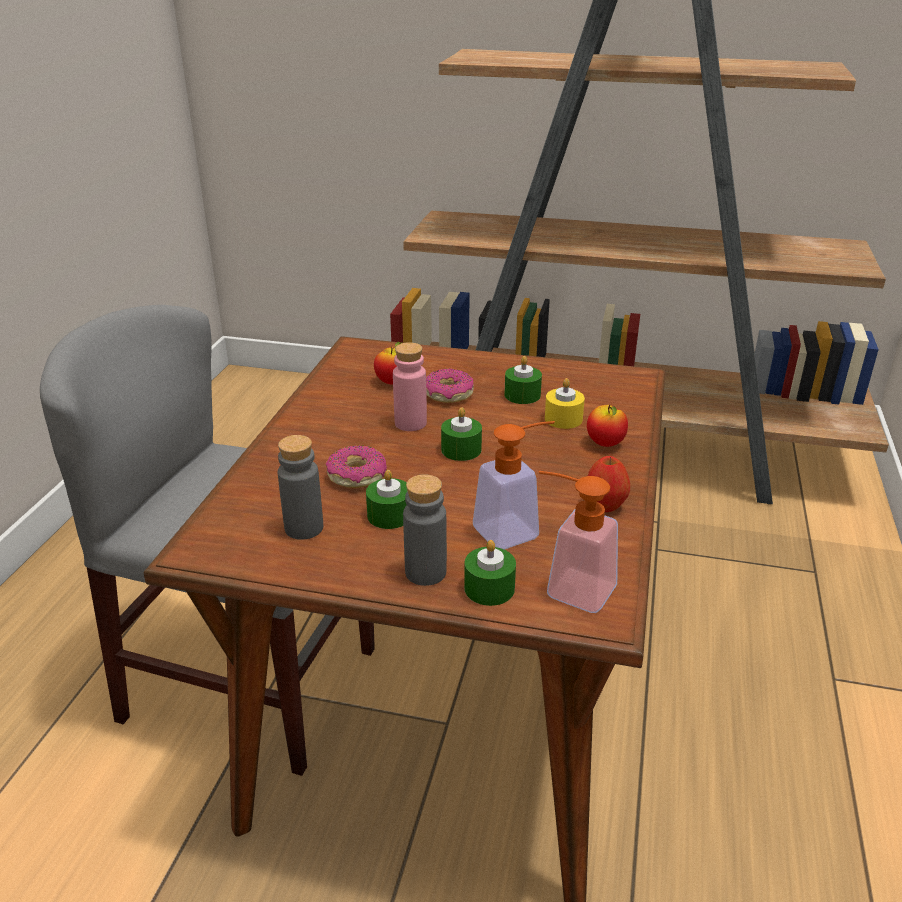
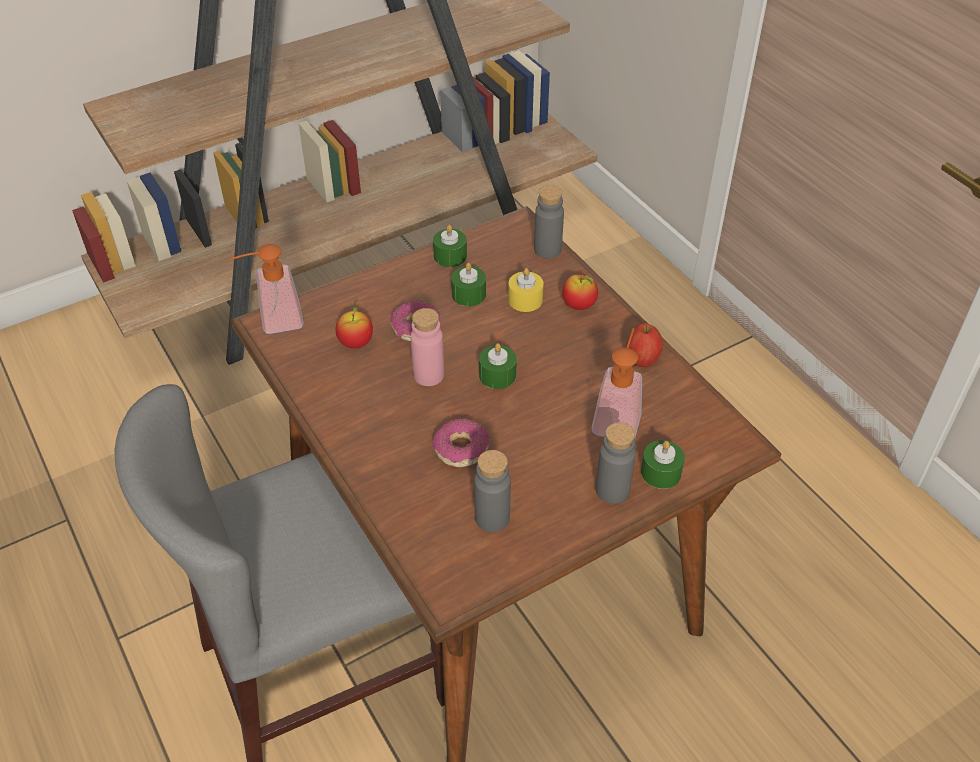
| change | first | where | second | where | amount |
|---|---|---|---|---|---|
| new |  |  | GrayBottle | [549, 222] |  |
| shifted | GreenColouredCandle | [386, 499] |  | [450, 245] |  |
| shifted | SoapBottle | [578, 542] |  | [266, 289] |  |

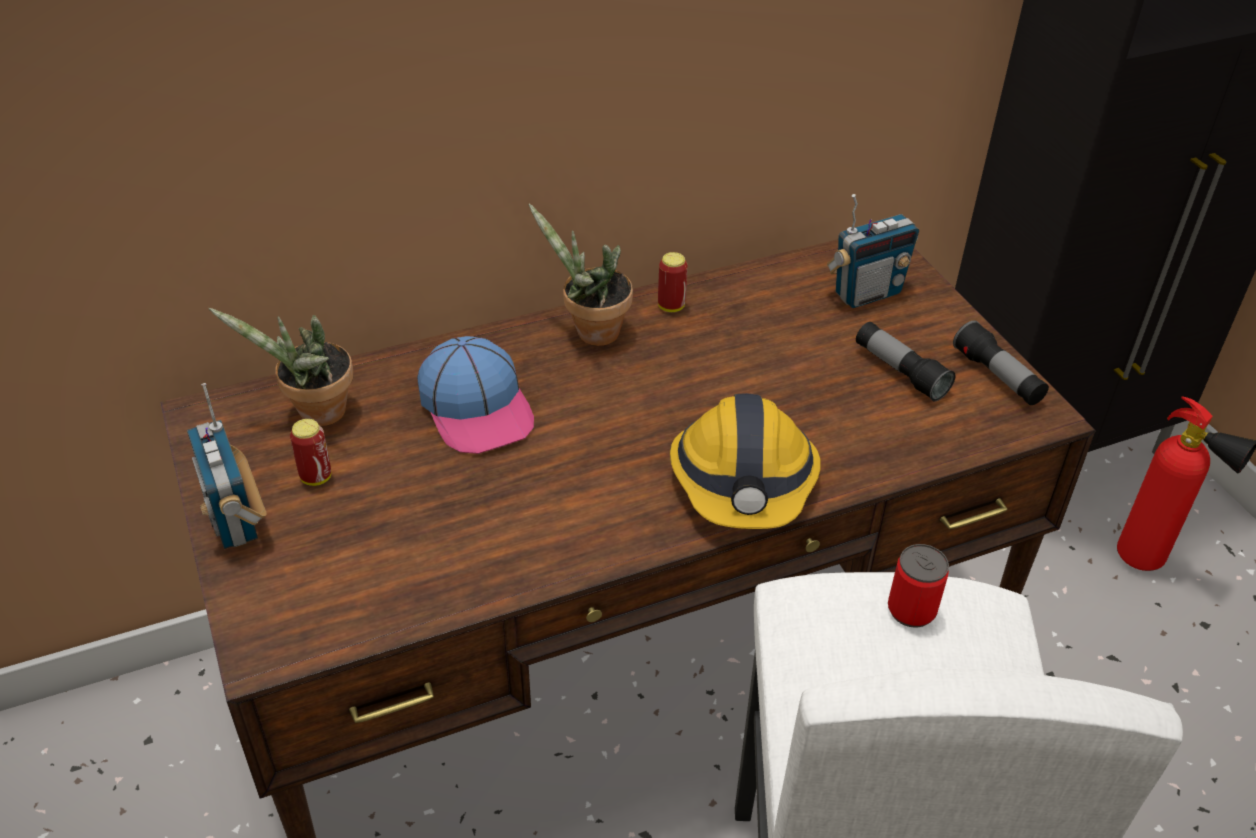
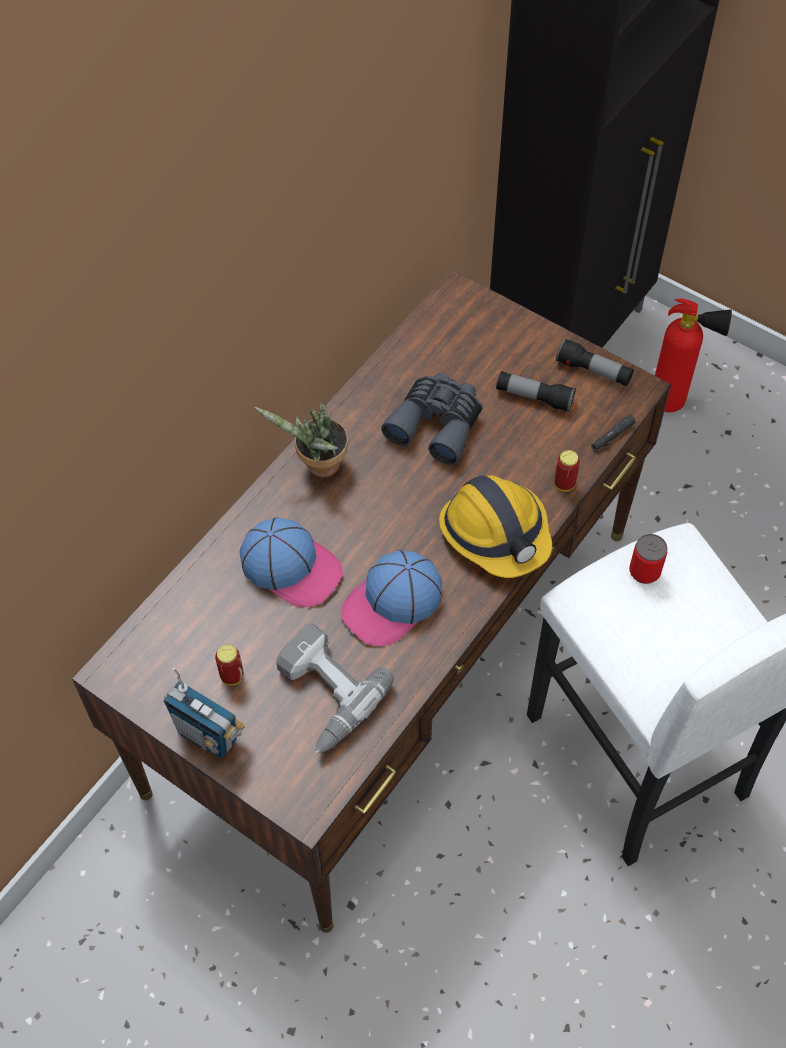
| change | first | where | second | where | amount |
|---|---|---|---|---|---|
| gone | PlantInAPot | [281, 367] |  |  |  |
| gone | RadioReceiver | [873, 251] |  |  |  |
| new |  |  | Drill | [335, 689] |  |
| new |  |  | Cap | [391, 598] |  |
| new |  |  | GrayFieldGlasses | [432, 419] |  |
| new |  |  | BlackHandTorch | [613, 433] |  |
| shifted | Can | [673, 282] |  | [567, 471] |  |

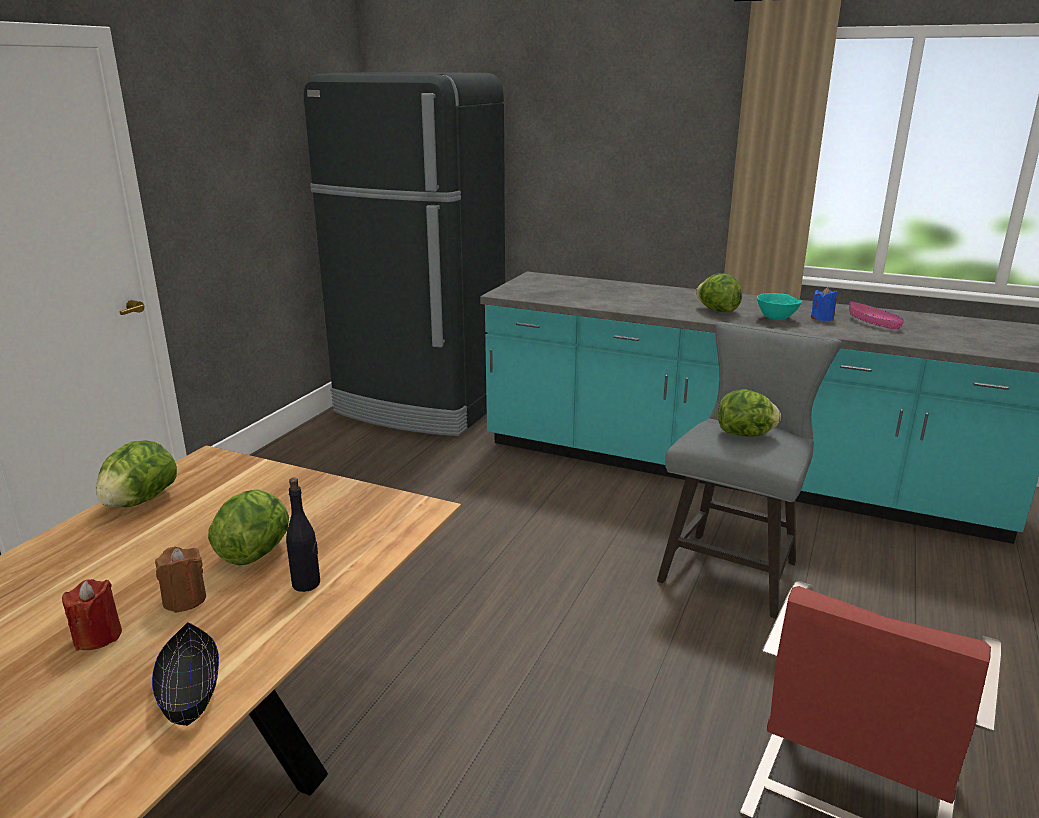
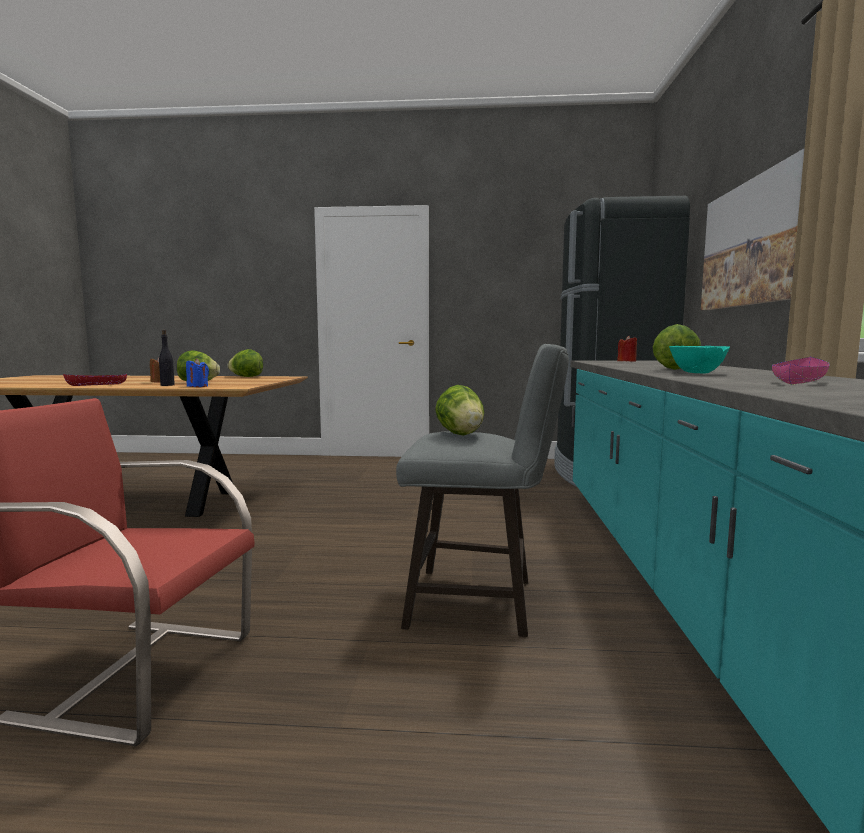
| change | first | where | second | where | amount |
|---|---|---|---|---|---|
| new |  |  | WallArt | [752, 229] |  |
| shifted | RedColouredCandle | [92, 614] |  | [627, 348] |  |
| shifted | BlueCandle | [824, 304] |  | [197, 372] |  |
| repainted | BlackServingBowl | [185, 674] | RedColouredServingBowl | [95, 380] |  |

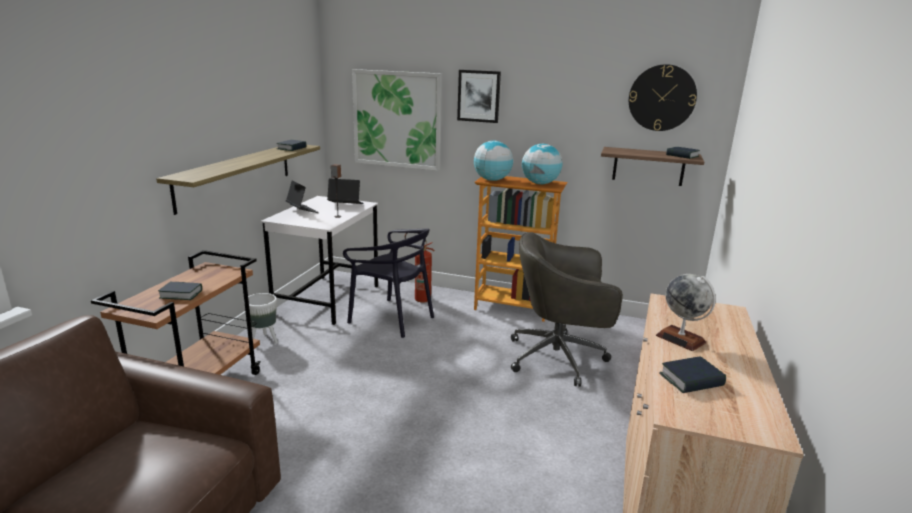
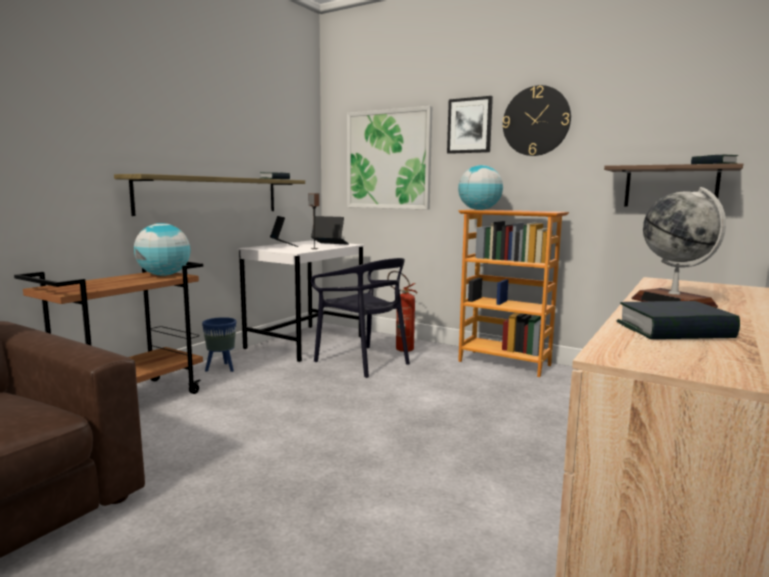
| change | first | where | second | where | amount |
|---|---|---|---|---|---|
| gone | Book | [180, 291] |  |  |  |
| gone | GrayOfficeChair | [567, 309] |  |  |  |
| shifted | DeskGlobe | [542, 164] |  | [162, 249] |  |
| shifted | WallClock | [663, 97] |  | [537, 120] |  |
| repainted | WhitishPlanter | [261, 318] | BluePlanter | [219, 344] |  |

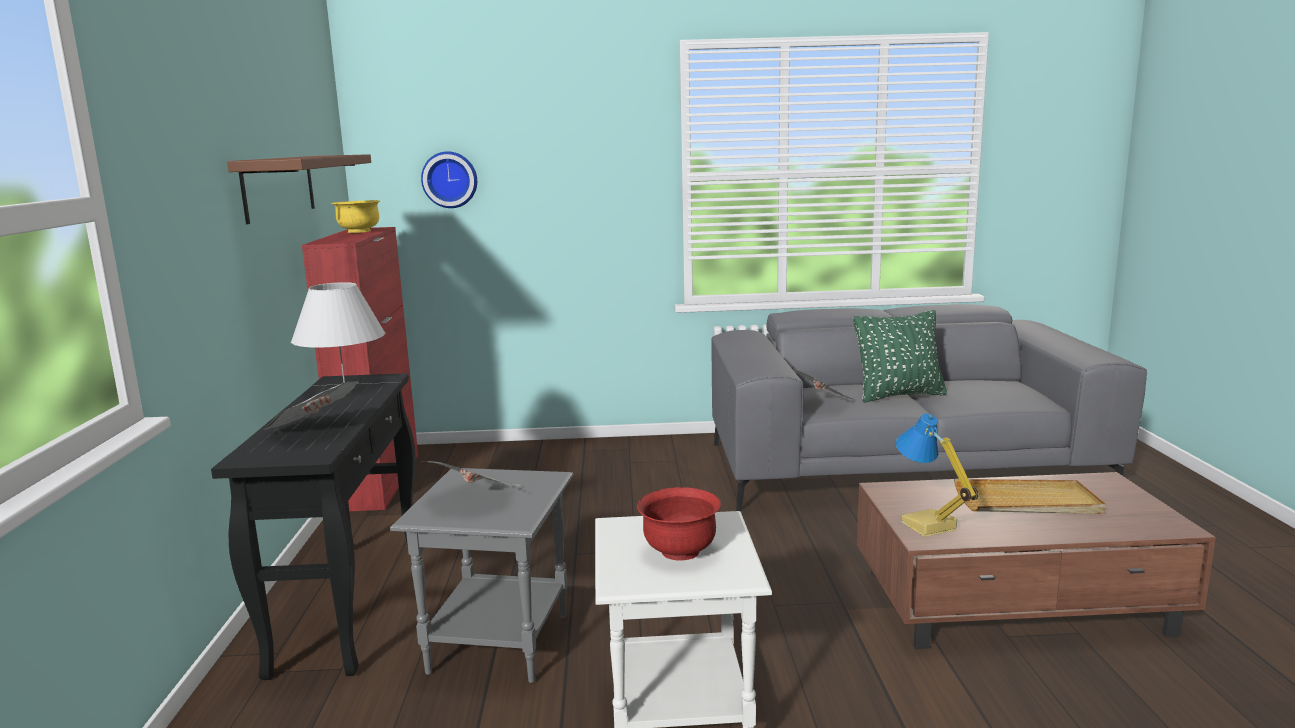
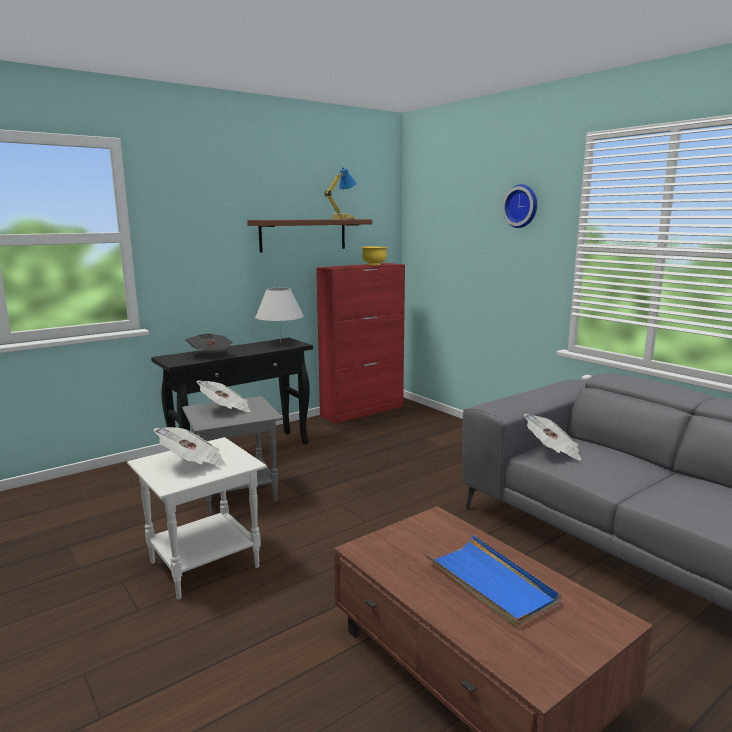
| change | first | where | second | where | amount |
|---|---|---|---|---|---|
| gone | GreenColouredPillow | [900, 356] |  |  |  |
| shifted | WallClock | [449, 179] |  | [519, 206] |  |
| shifted | TabletopLamp | [937, 475] |  | [340, 193] |  |
| swapped | RedColouredServingBowl | [679, 524] | DailyPaper | [190, 446] |  |
| repainted | BeigeTray | [1030, 496] | BlueTray | [493, 581] |  |

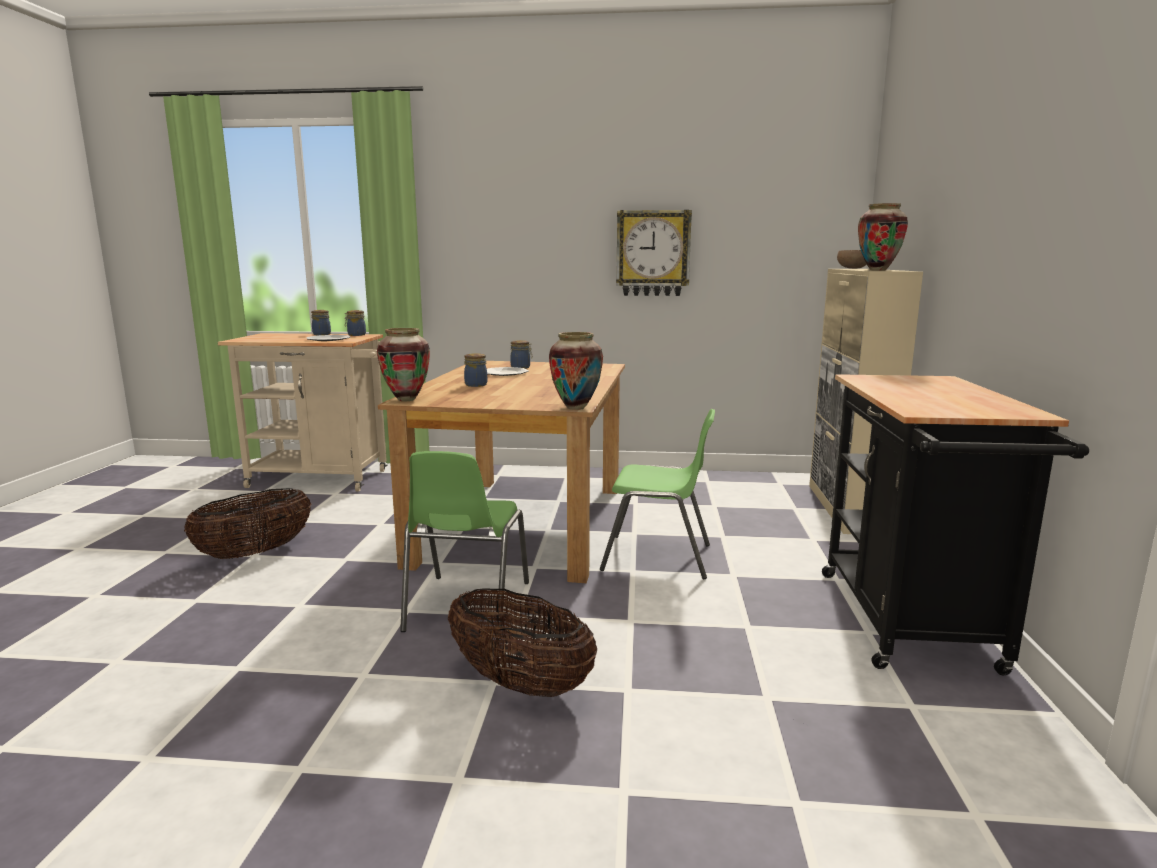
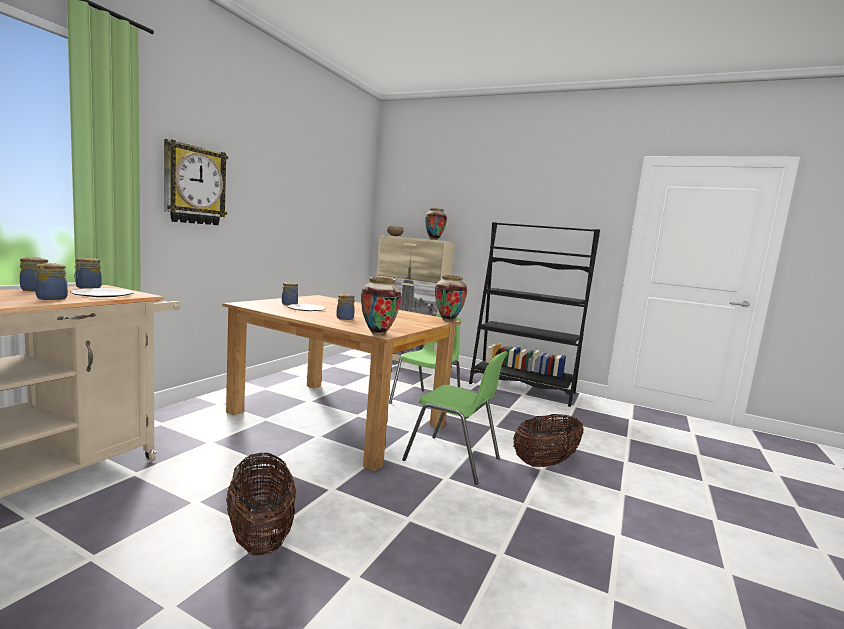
| change | first | where | second | where | amount |
|---|---|---|---|---|---|
| new |  |  | Jar | [51, 281] |  |
| shifted | WallClock | [654, 253] |  | [196, 182] |  |
| swapped | BlackCart | [955, 524] | BlackBookcase | [534, 314] |  |

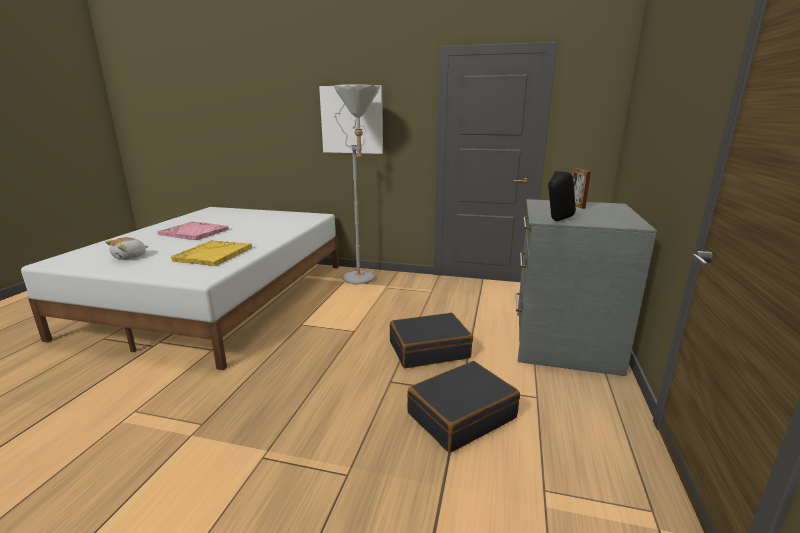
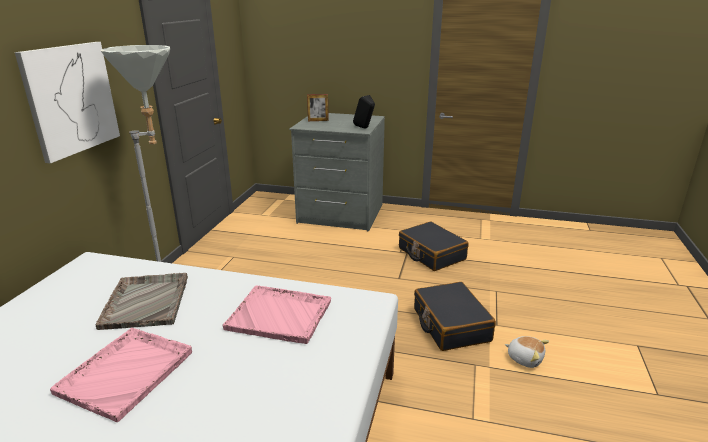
| change | first | where | second | where | amount |
|---|---|---|---|---|---|
| new |  |  | GrayTray | [141, 301] |  |
| shifted | SoftToy | [126, 248] |  | [527, 352] |  |
| shifted | BlackSuitcase | [431, 340] |  | [455, 316] |  |
| repainted | YellowTray | [211, 253] | PinkishTray | [276, 314] |  |

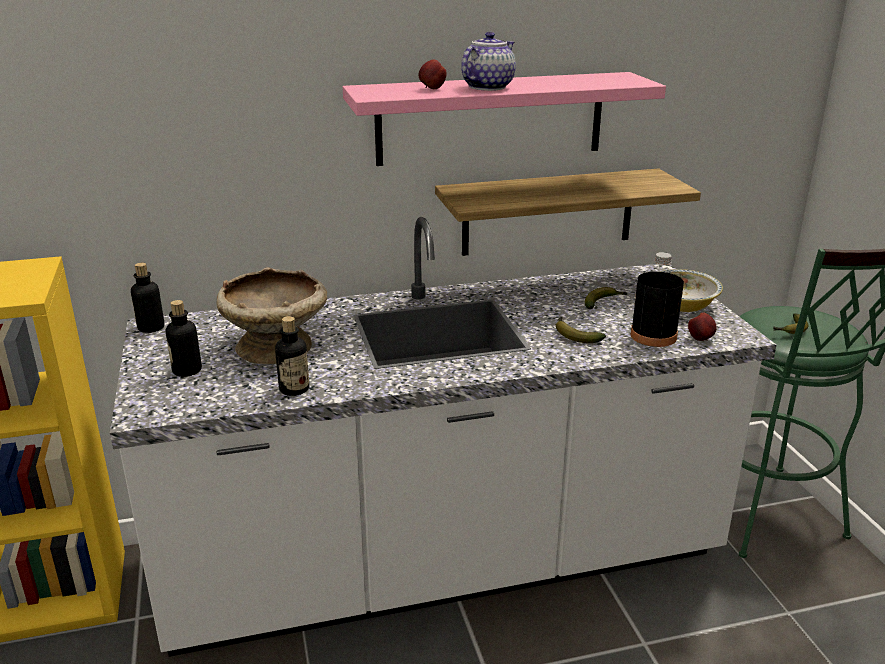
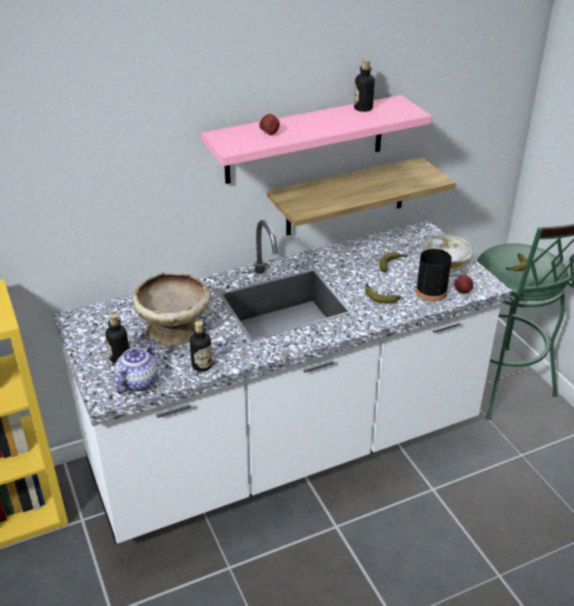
| change | first | where | second | where | amount |
|---|---|---|---|---|---|
| shifted | Bottle | [148, 298] |  | [364, 85] |  |
| shifted | Teapot | [488, 61] |  | [136, 366] |  |

